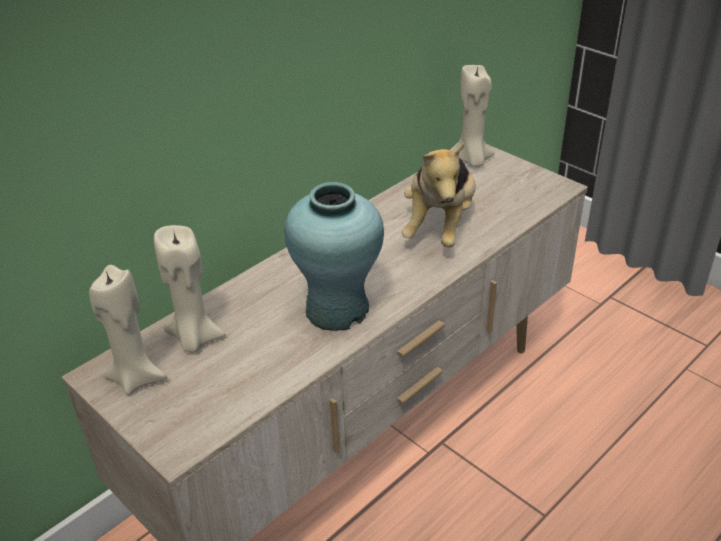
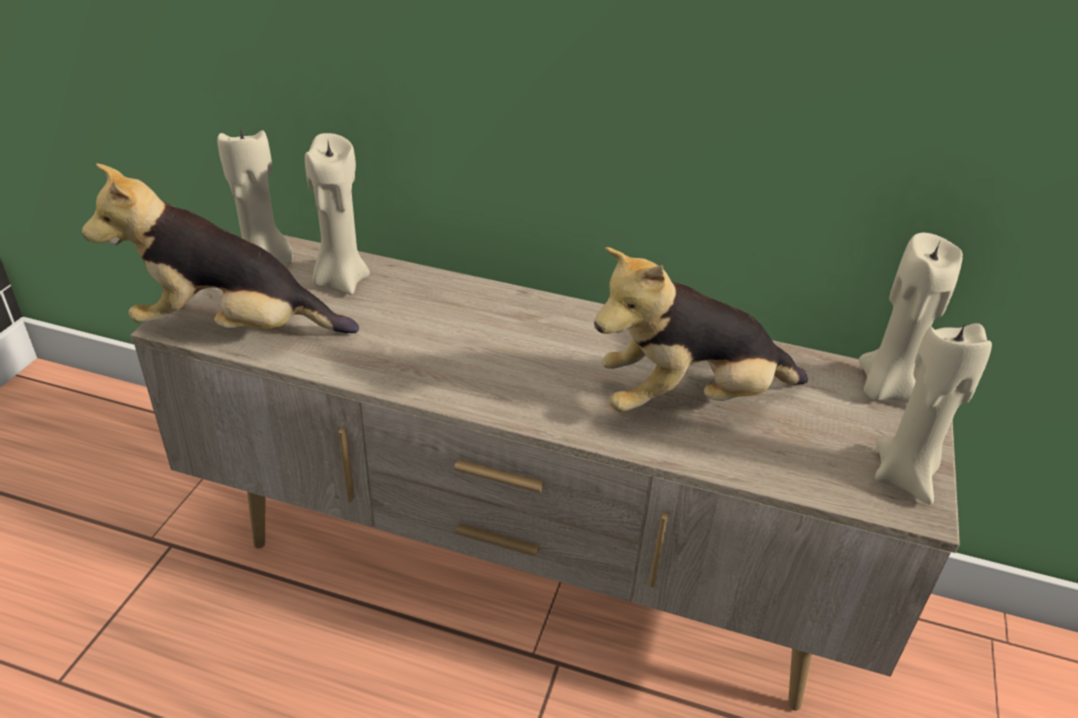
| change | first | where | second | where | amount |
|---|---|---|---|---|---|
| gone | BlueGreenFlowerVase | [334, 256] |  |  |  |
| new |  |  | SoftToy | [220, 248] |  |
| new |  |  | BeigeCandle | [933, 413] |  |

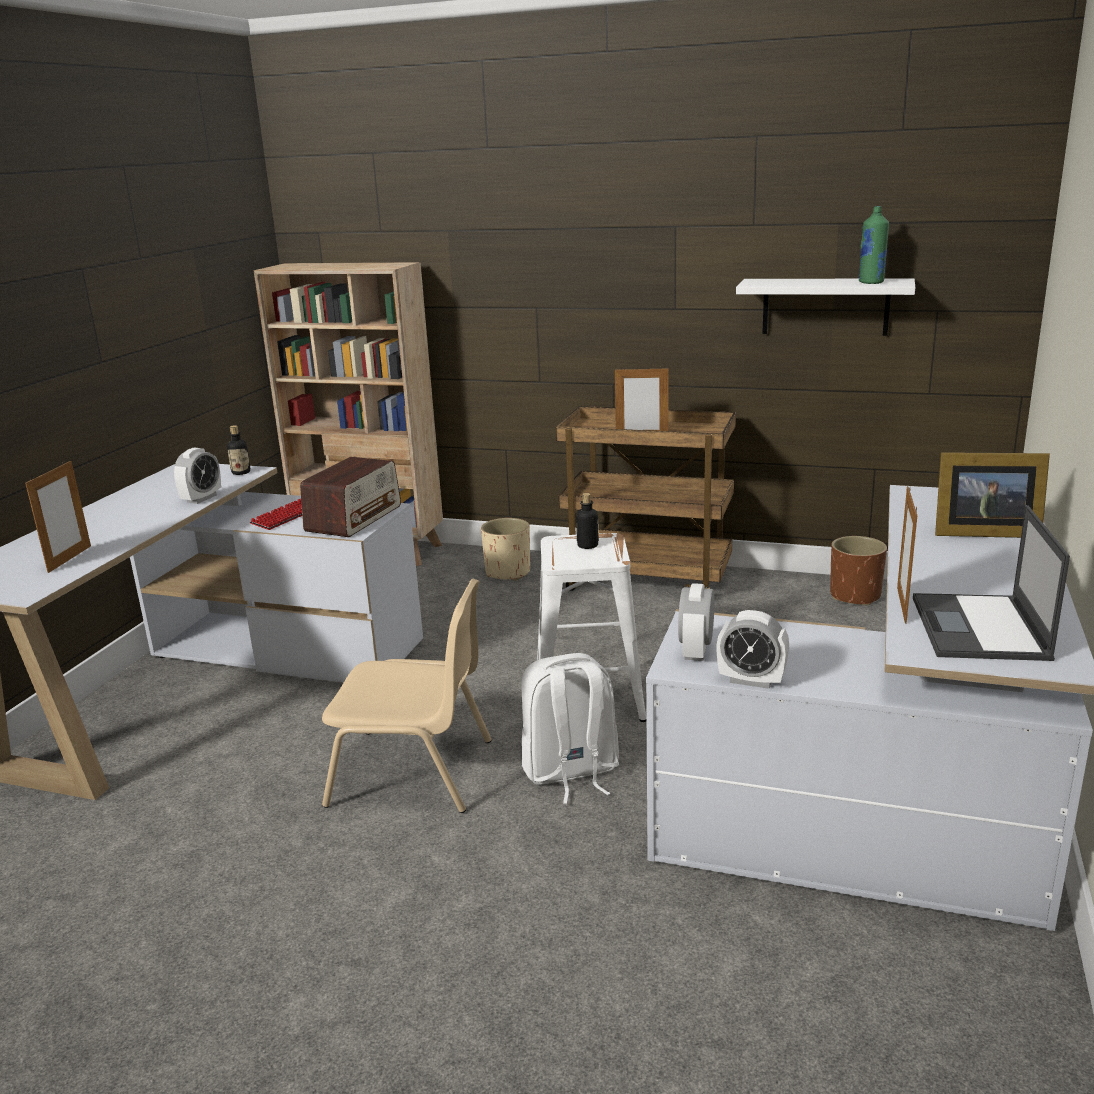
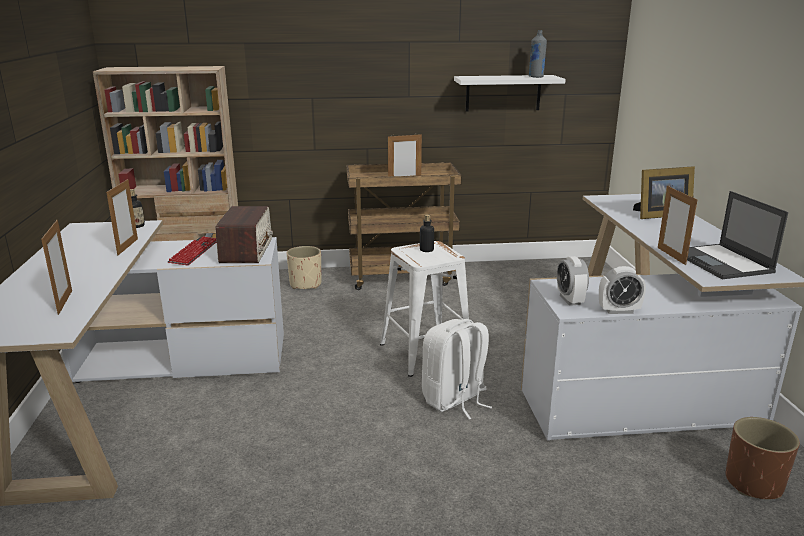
| change | first | where | second | where | amount |
|---|---|---|---|---|---|
| gone | BeigePlainChair | [407, 696] |  |  |  |
| shifted | BrownColouredPlanter | [858, 571] |  | [763, 458] |  |
| swapped | AlarmClock | [197, 475] | PhotoFrame | [122, 217] |  |
| repainted | GreenColouredBottle | [873, 245] | GrayBottle | [538, 54] |  |

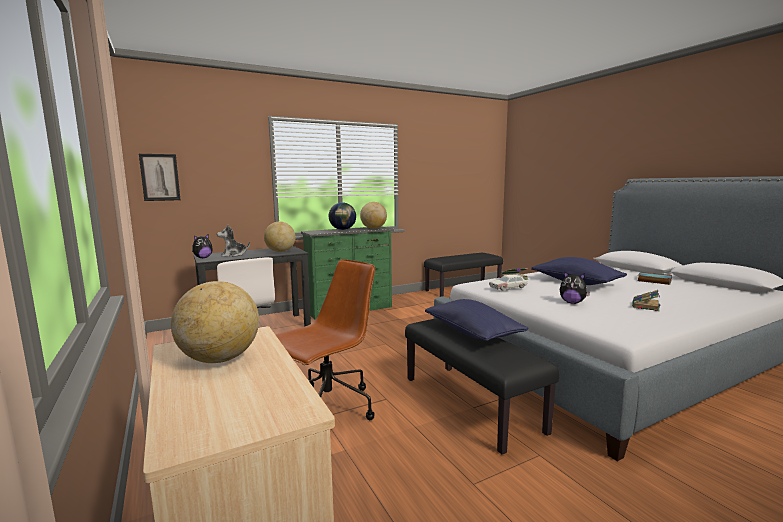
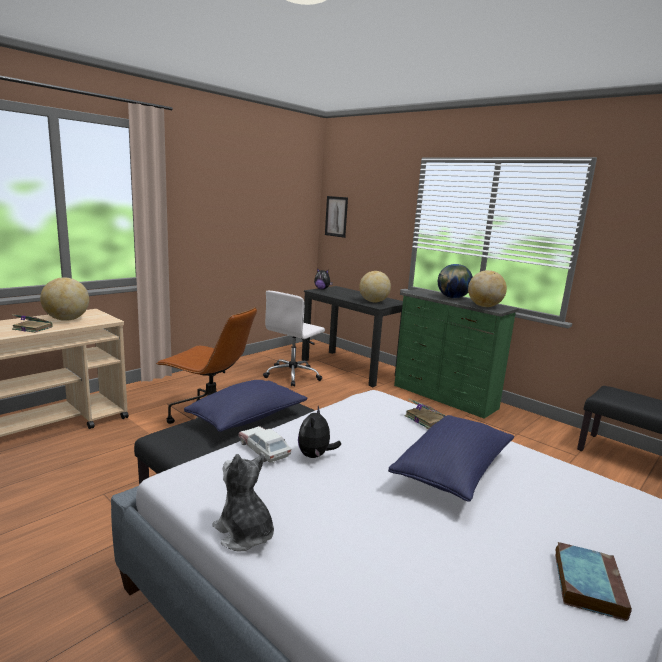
| change | first | where | second | where | amount |
|---|---|---|---|---|---|
| shifted | SoftToy | [233, 240] |  | [243, 503] |  |
| shifted | MiniatureCar | [508, 282] |  | [264, 445] |  |
| shifted | Book | [646, 300] |  | [32, 323] |  |

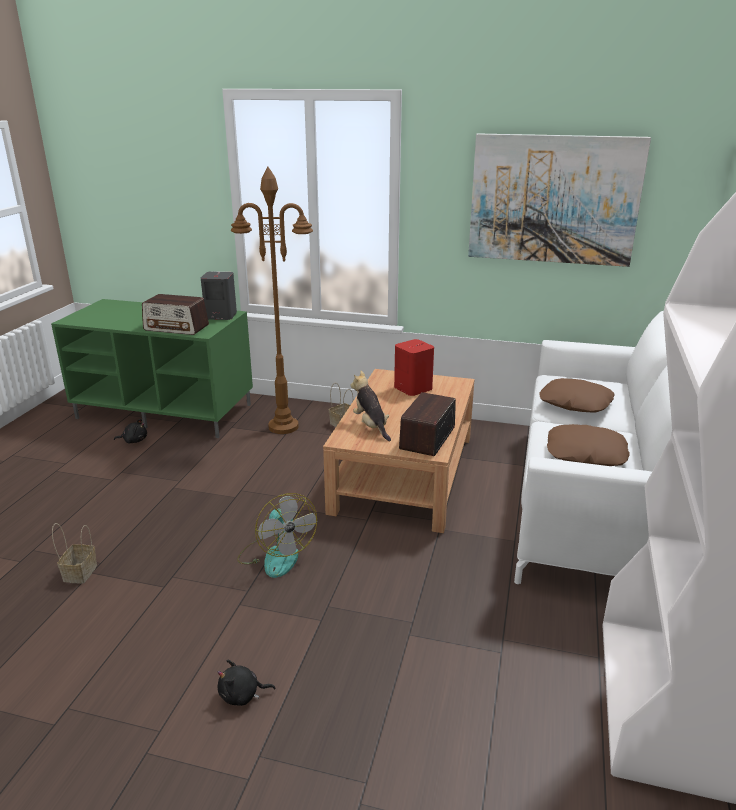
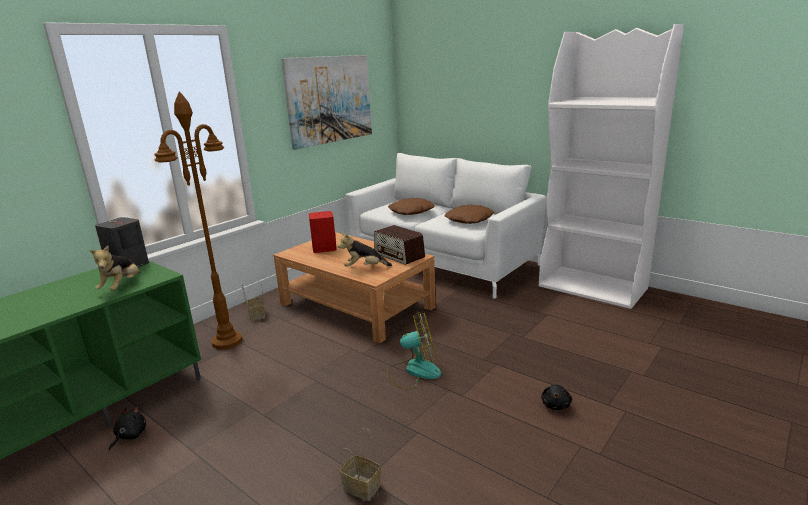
| change | first | where | second | where | amount |
|---|---|---|---|---|---|
| swapped | RadioReceiver | [175, 314] | SoftToy | [115, 267] |  |

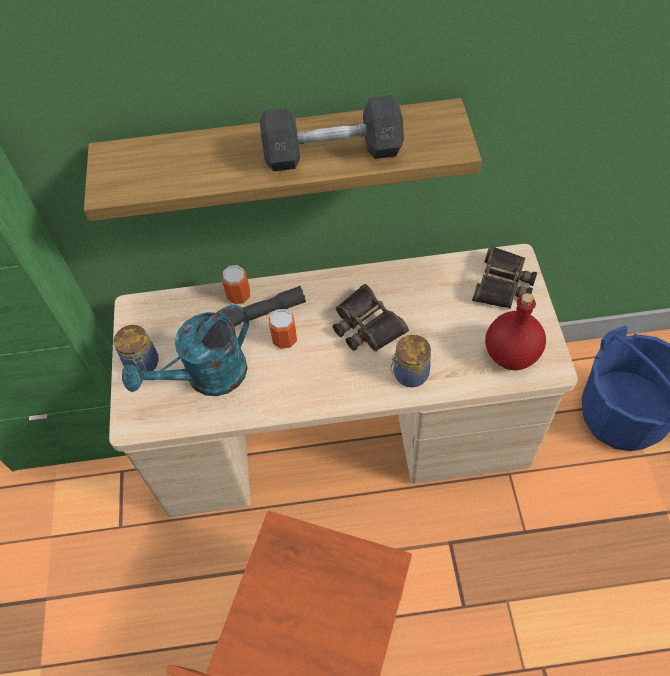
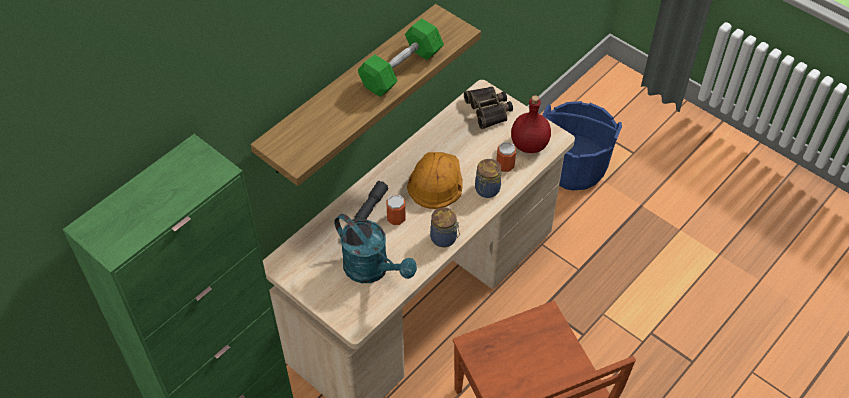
| change | first | where | second | where | amount |
|---|---|---|---|---|---|
| shifted | Jar | [136, 348] |  | [445, 227] |  |
| shifted | Can | [236, 284] |  | [506, 157] |  |
| swapped | FieldGlasses | [371, 318] | OrangeColouredSafetyHelmet | [435, 180] |  |
| repainted | GrayHandWeight | [332, 133] | GreenColouredHandWeight | [401, 58] |  |
| rotated | BlueGreenSprinklingCan | [185, 350] |  | [375, 248] | 60 degrees counterclockwise |

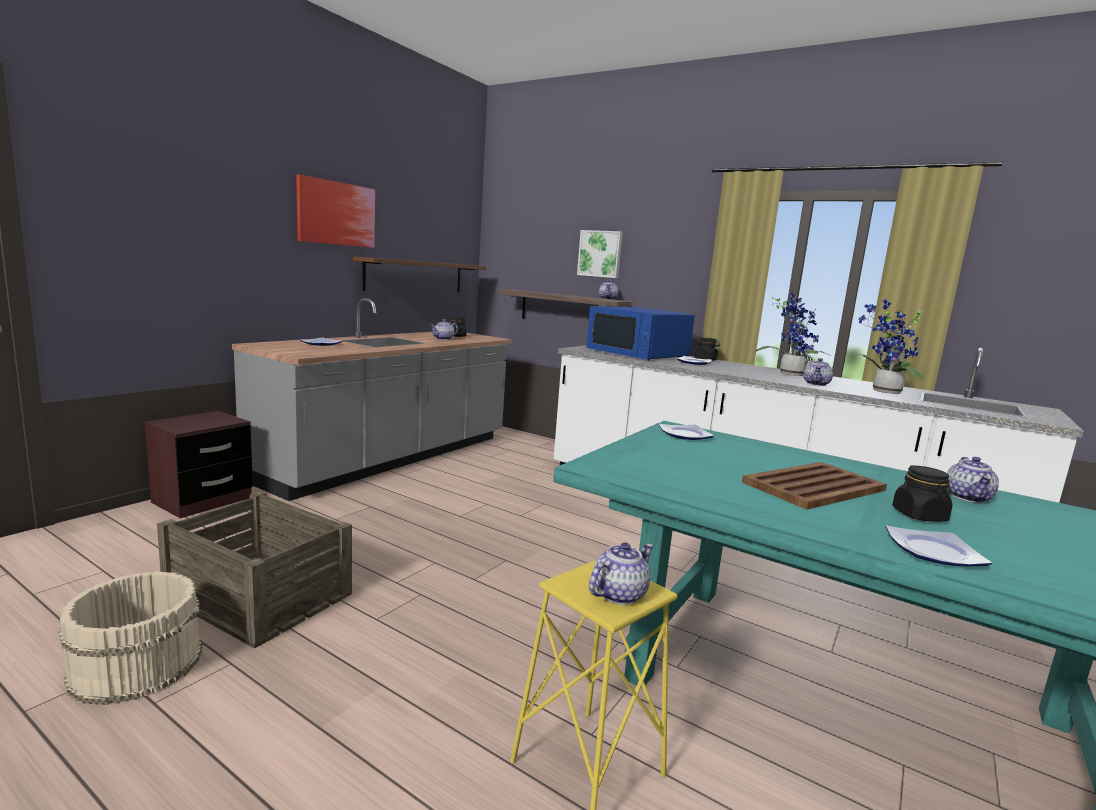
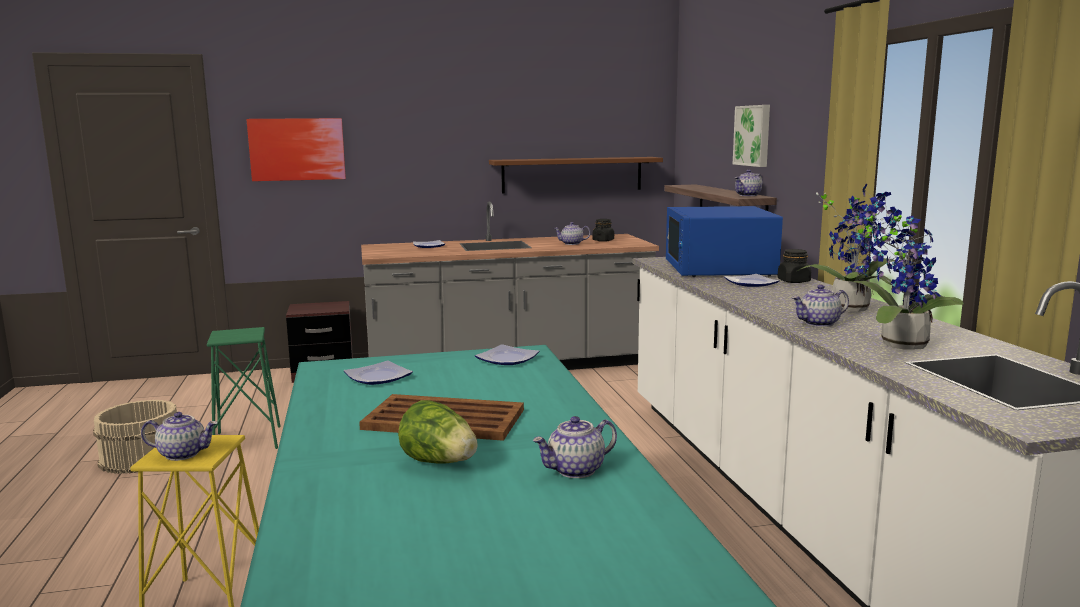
| change | first | where | second | where | amount |
|---|---|---|---|---|---|
| shifted | WallArt | [335, 211] |  | [296, 149] |  |
| shifted | Plate | [939, 546] |  | [378, 373] |  |
| swapped | ShippingCrate | [254, 570] | GreenColouredSittingStool | [244, 388] |  |
| swapped | BlackJar | [922, 493] | LettuceHead | [438, 432] |  |

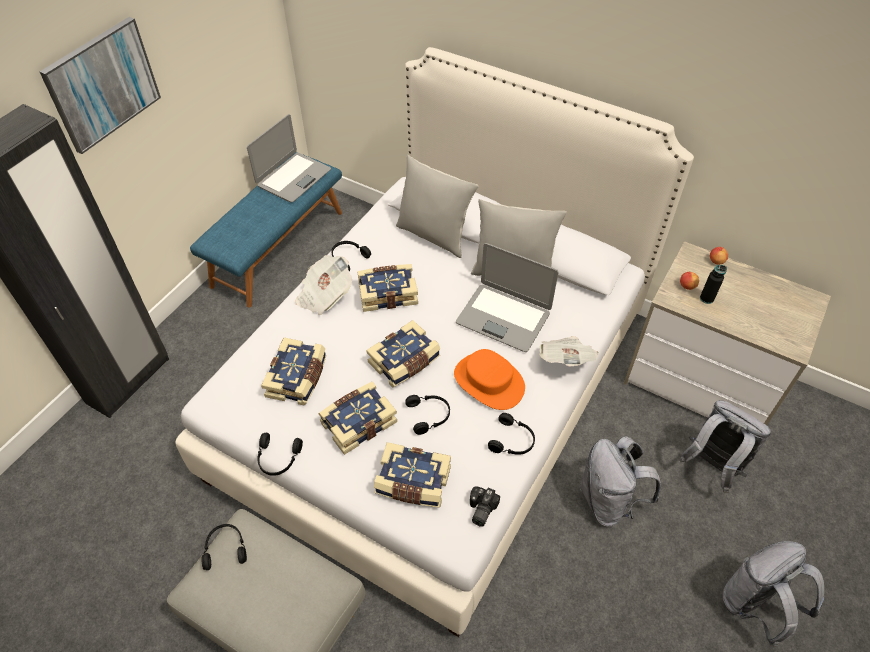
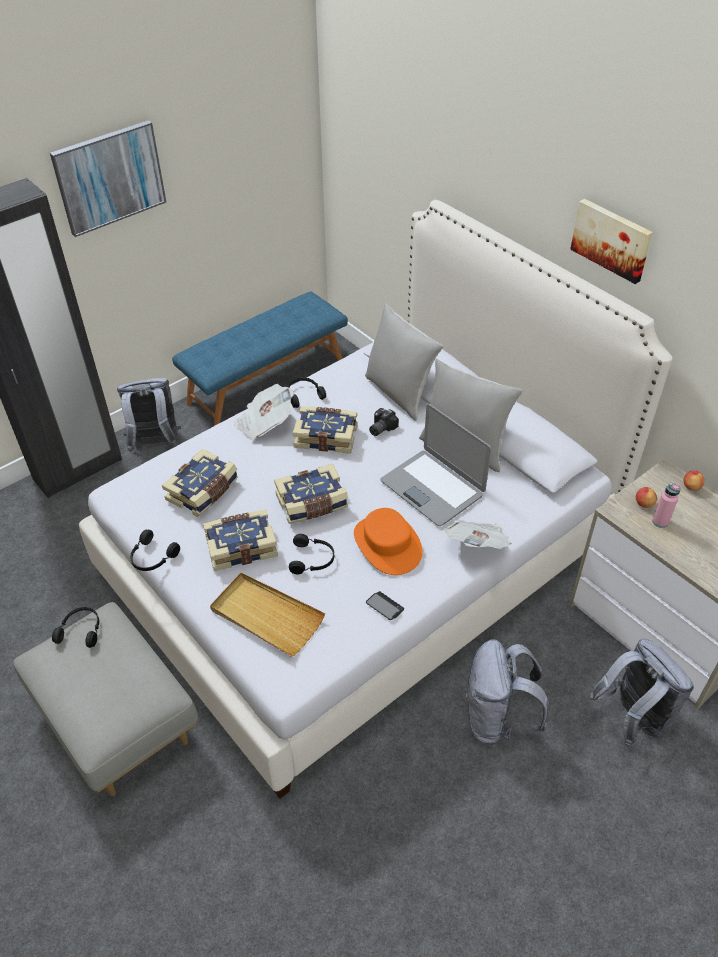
| change | first | where | second | where | amount |
|---|---|---|---|---|---|
| gone | Laptop | [289, 158] |  |  |  |
| new |  |  | WallArt | [611, 241] |  |
| shifted | PhotoCamera | [485, 506] |  | [384, 422] |  |
| shifted | GrayKnapsack | [774, 593] |  | [149, 415] |  |
| swapped | Book | [412, 475] | BeigeTray | [267, 615] |  |
| swapped | BlackPairOfHeadphones | [511, 434] | Handset | [385, 605] |  |
| repainted | BlackBottle | [713, 284] | PinkishBottle | [666, 505] |  |

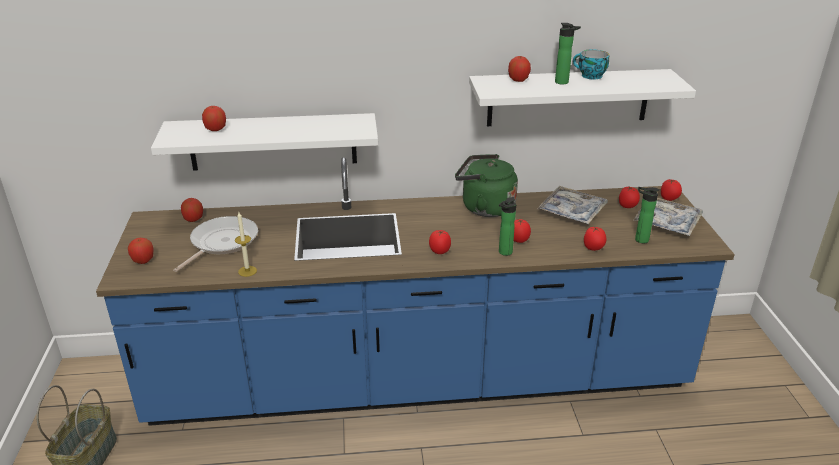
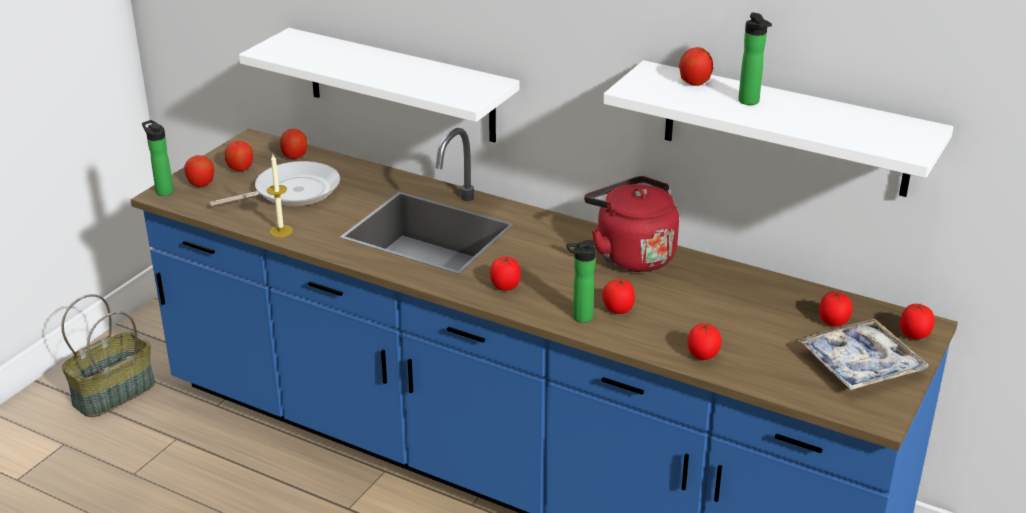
| change | first | where | second | where | amount |
|---|---|---|---|---|---|
| gone | Tray | [572, 205] |  |  |  |
| gone | Cup | [591, 64] |  |  |  |
| shifted | AppleFruit | [214, 118] |  | [239, 155] |  |
| shifted | Bottle | [647, 215] |  | [158, 158] |  |
| repainted | GreenColouredTeaKettle | [486, 185] | RedColouredTeaKettle | [631, 224] |  |

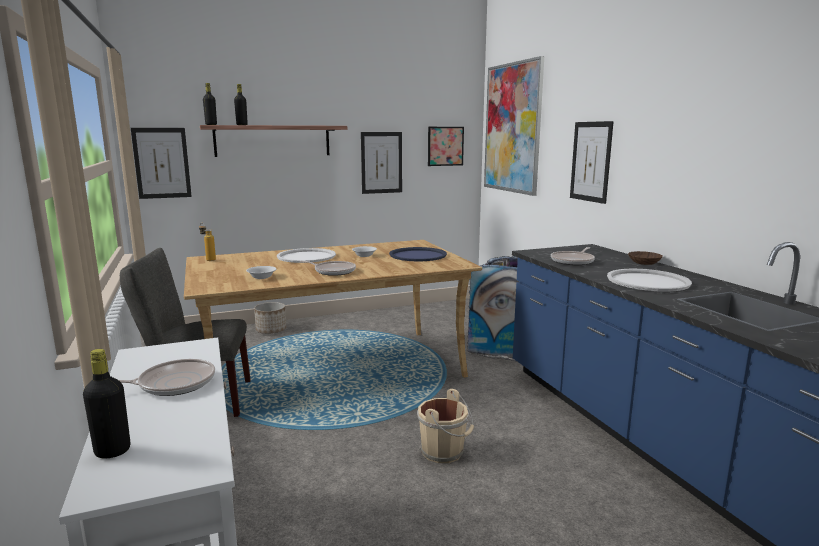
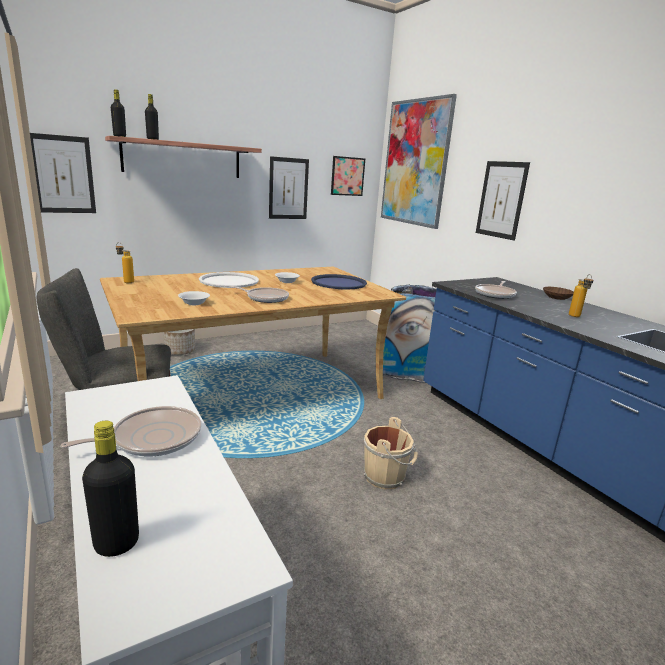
| change | first | where | second | where | amount |
|---|---|---|---|---|---|
| swapped | WhitishTray | [649, 280] | Bottle | [581, 295] |  |

